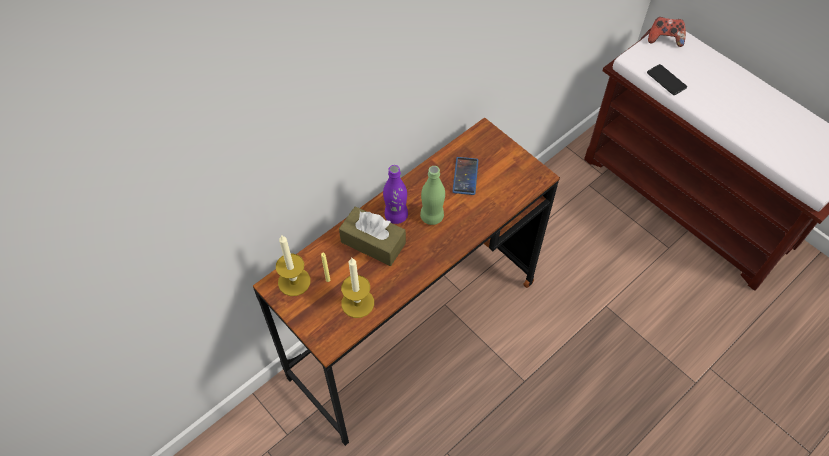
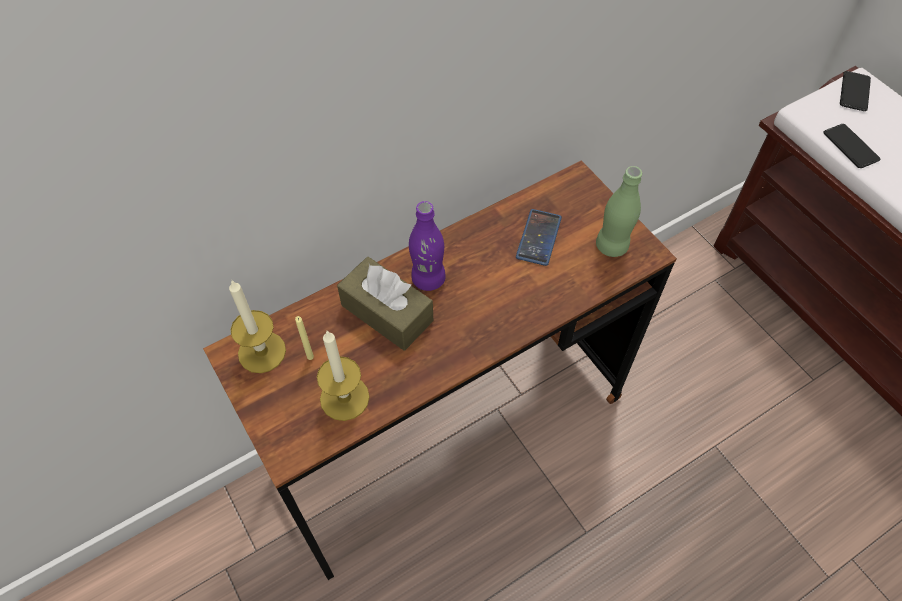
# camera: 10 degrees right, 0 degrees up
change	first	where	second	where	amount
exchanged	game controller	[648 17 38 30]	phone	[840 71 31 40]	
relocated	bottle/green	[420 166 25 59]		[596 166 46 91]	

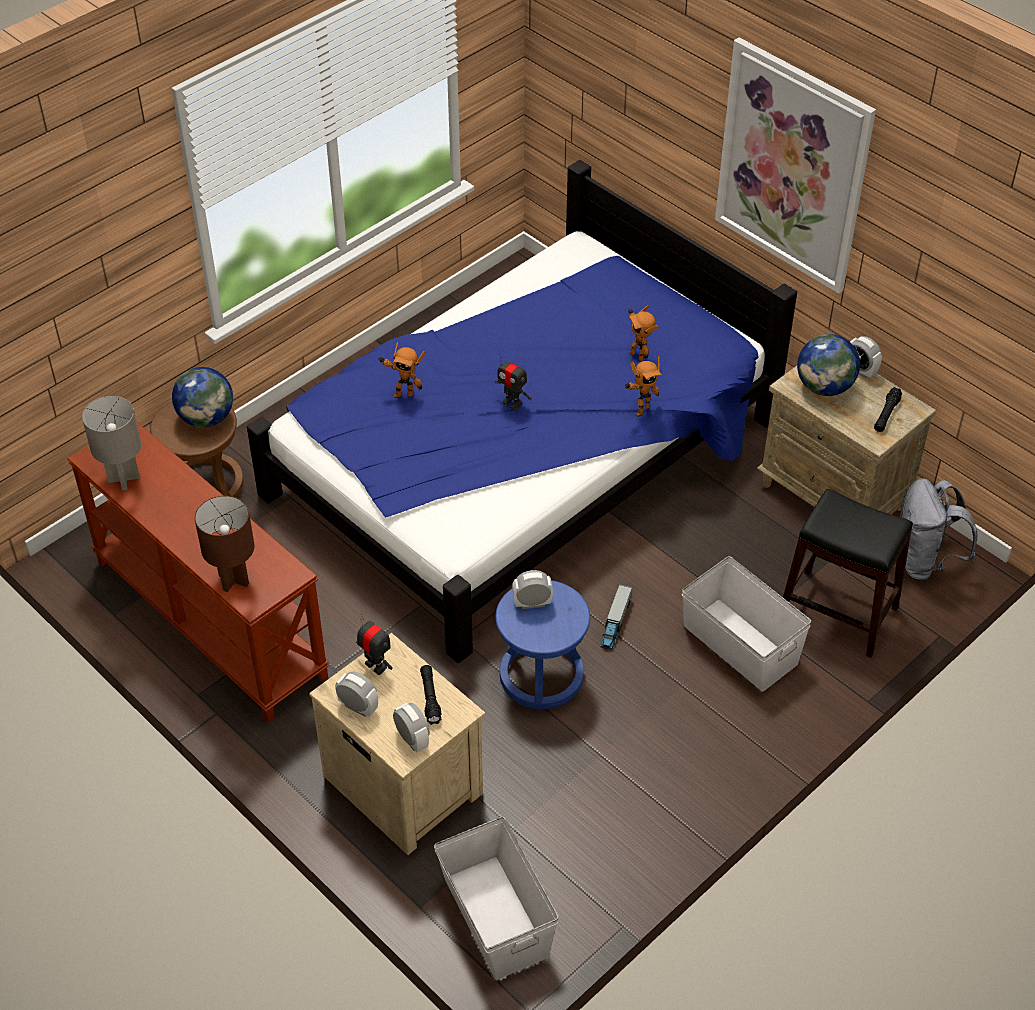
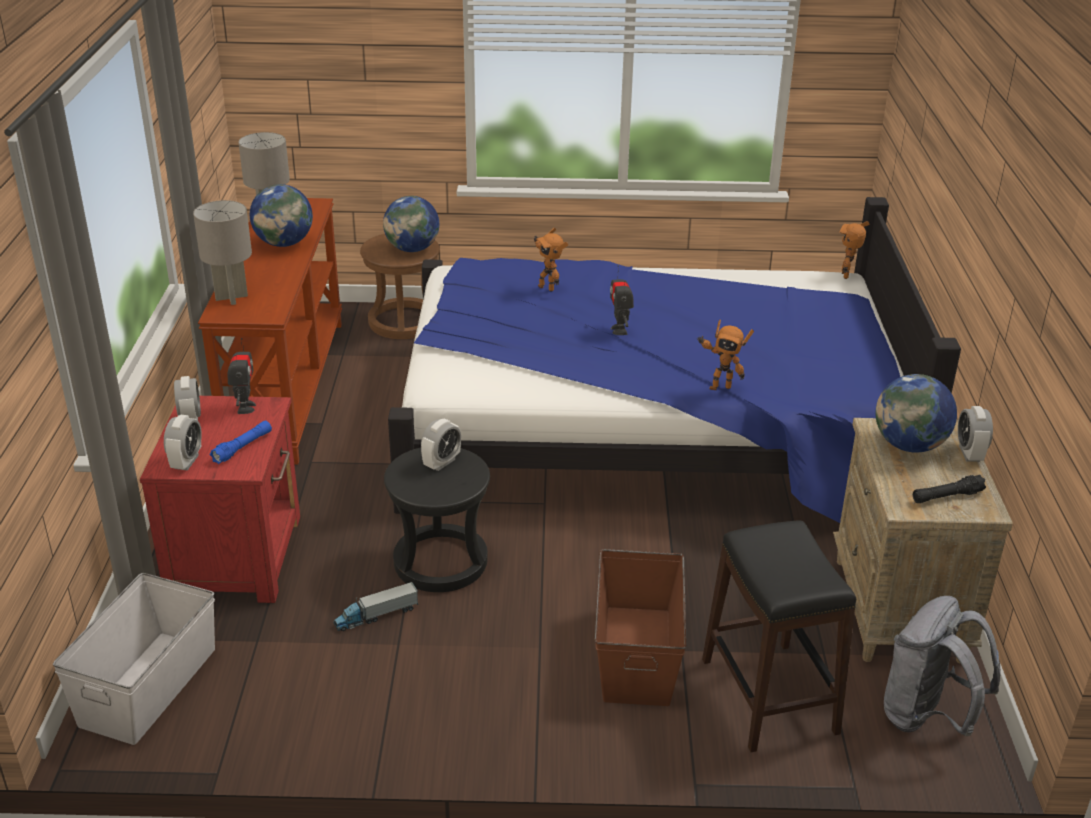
# camera: 45 degrees right, 15 degrees down
change	first	where	second	where	amount
missing	picture	[715 37 161 257]			
relocated	toy robot	[628 305 31 56]		[839 221 31 58]	
colour	table lamp/brown	[195 496 59 96]	table lamp/grey	[193 200 59 105]	
colour	storage box/white	[682 556 129 135]	storage box/brown	[595 549 92 157]	
spun	alarm clock	[512 570 41 39]		[421 419 40 52]	90 degrees clockwise
colour	stool/blue	[495 580 95 129]	stool/black	[384 448 106 144]	
relocated	toy truck	[601 584 31 66]		[333 582 85 49]	
colour	nightstand/beige	[309 633 177 222]	nightstand/red	[140 396 160 207]	
colour	flashlight/black	[420 665 22 60]	flashlight/blue	[209 421 63 43]	
appeared			globe	[250 184 63 63]	

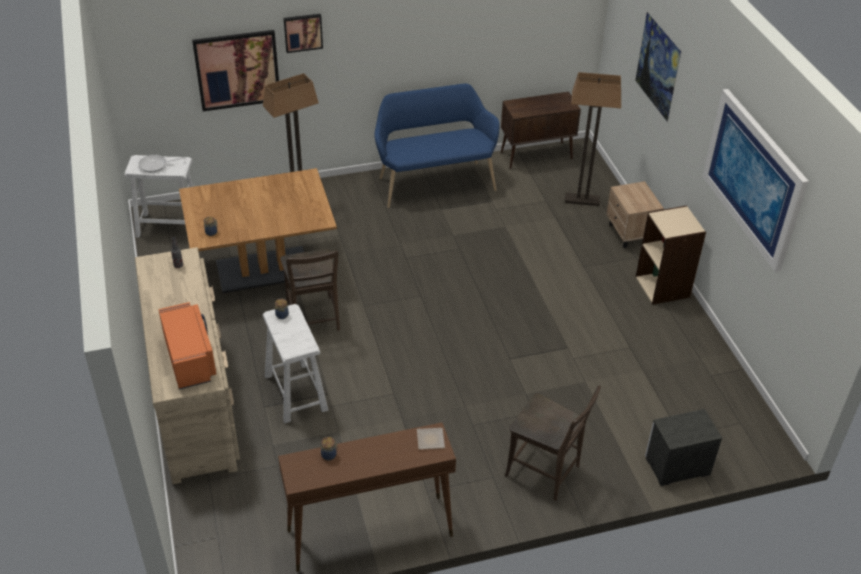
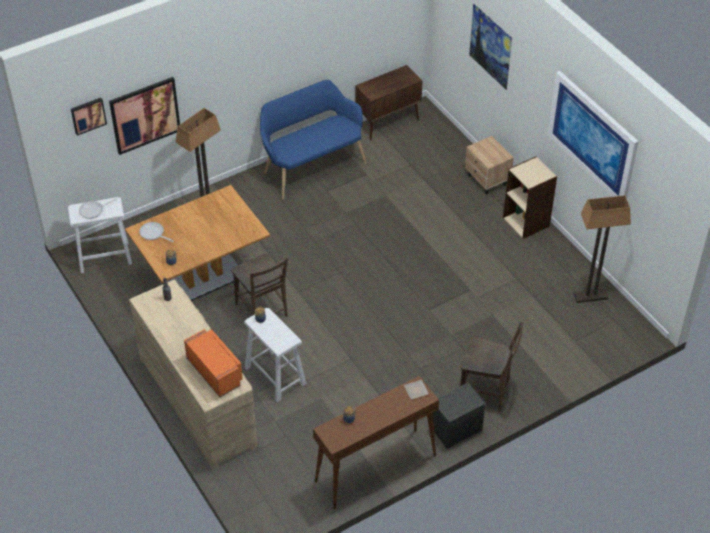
# camera: 15 degrees left, 5 degrees up
change	first	where	second	where	amount
relocated	picture	[284 14 39 39]		[71 98 36 38]	
relocated	floor lamp	[565 72 56 134]		[574 195 57 108]	
relocated	nightstand	[645 409 77 77]		[433 383 53 66]	
appeared			frying pan	[139 222 34 20]	

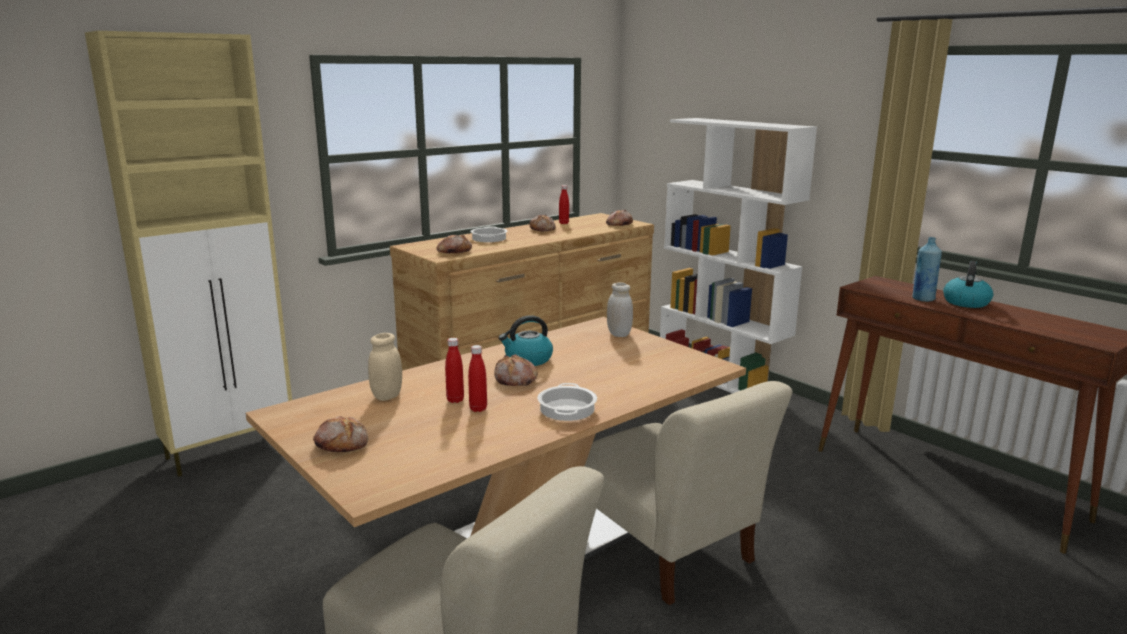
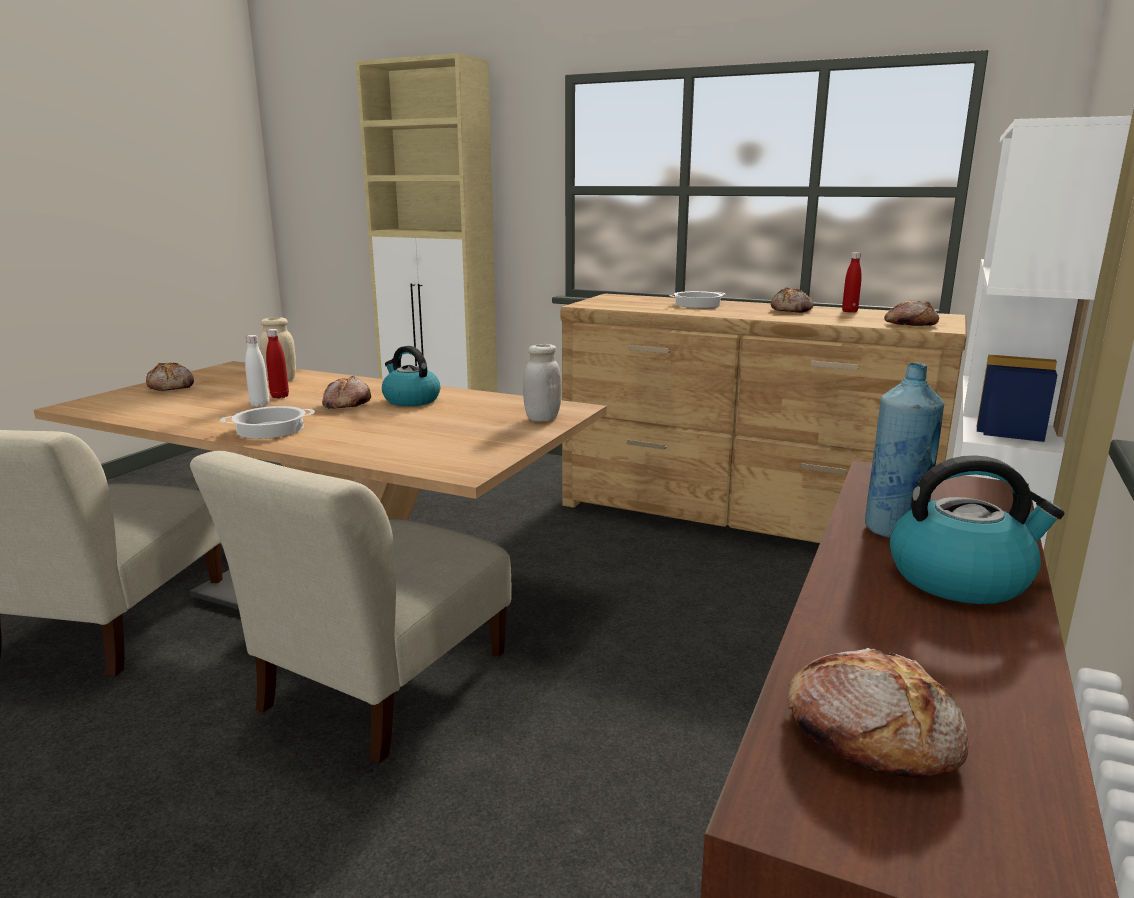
# camera: 65 degrees right, 0 degrees up
change	first	where	second	where	amount
relocated	bread	[437 235 35 19]		[788 648 181 129]	
colour	bottle/red	[468 345 19 67]	bottle/white	[245 335 24 72]	

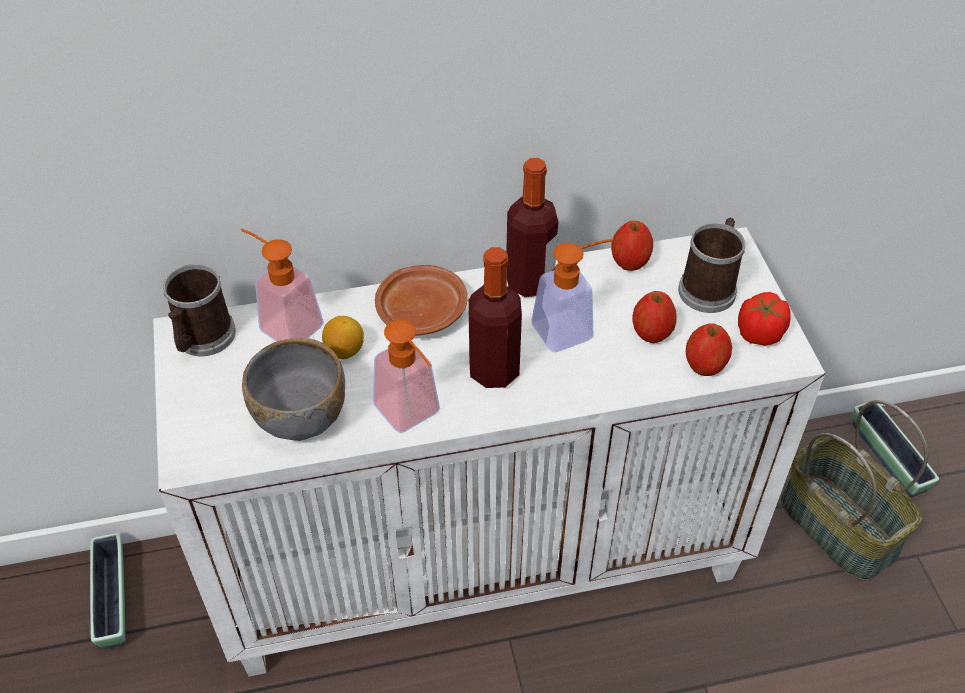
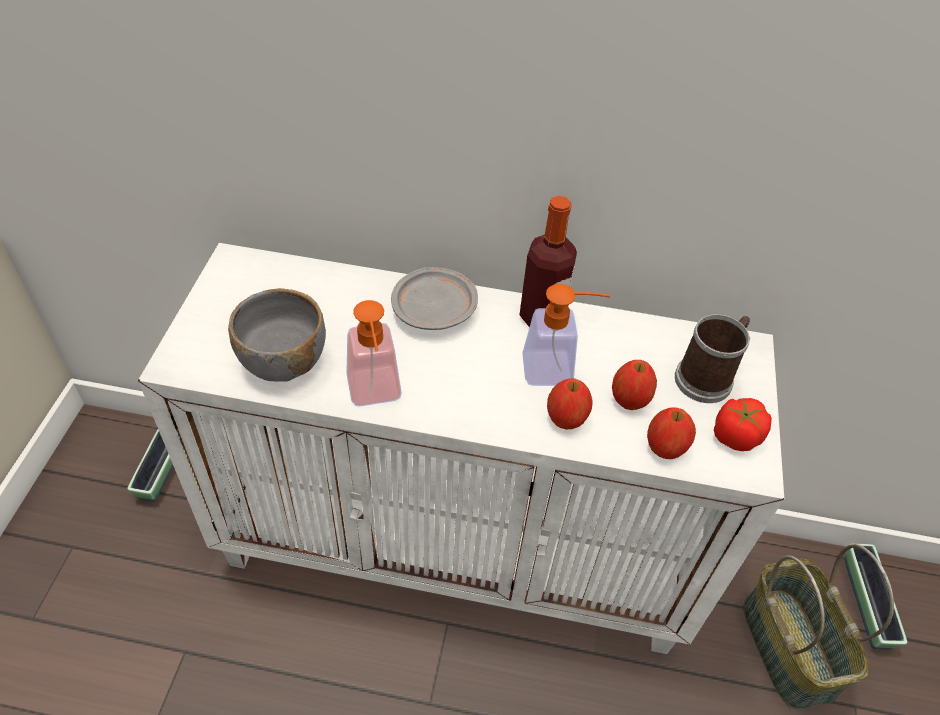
# camera: 20 degrees right, 0 degrees up
change	first	where	second	where	amount
relocated	apple	[611 221 42 50]		[547 378 46 51]	
missing	soap dispenser	[241 229 83 113]			
missing	bottle	[469 247 53 141]			
missing	mug	[163 264 73 92]			
colour	plate/brown	[375 265 93 70]	plate/grey	[391 267 87 63]	
missing	lemon	[322 316 42 43]			

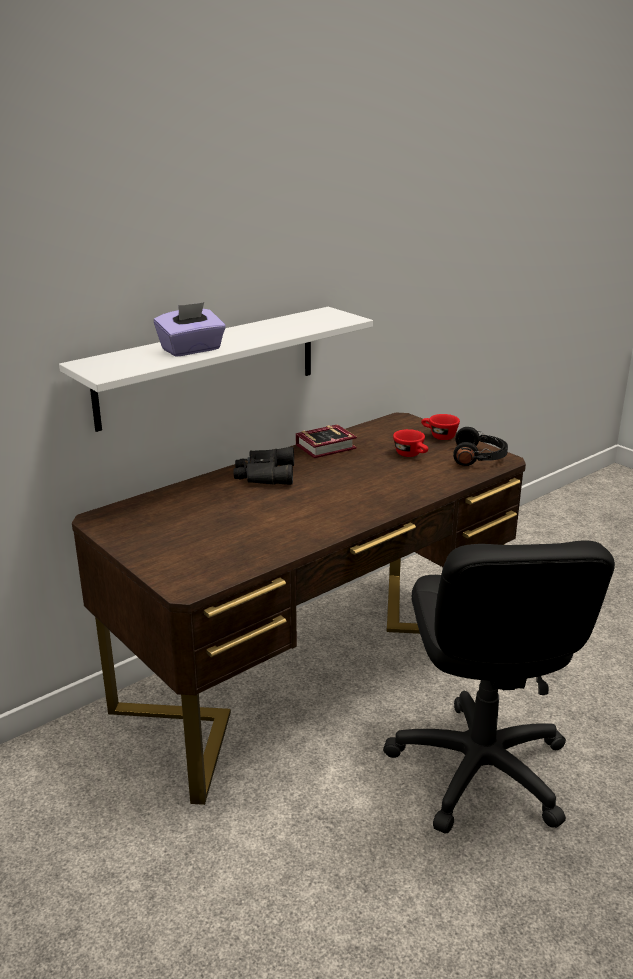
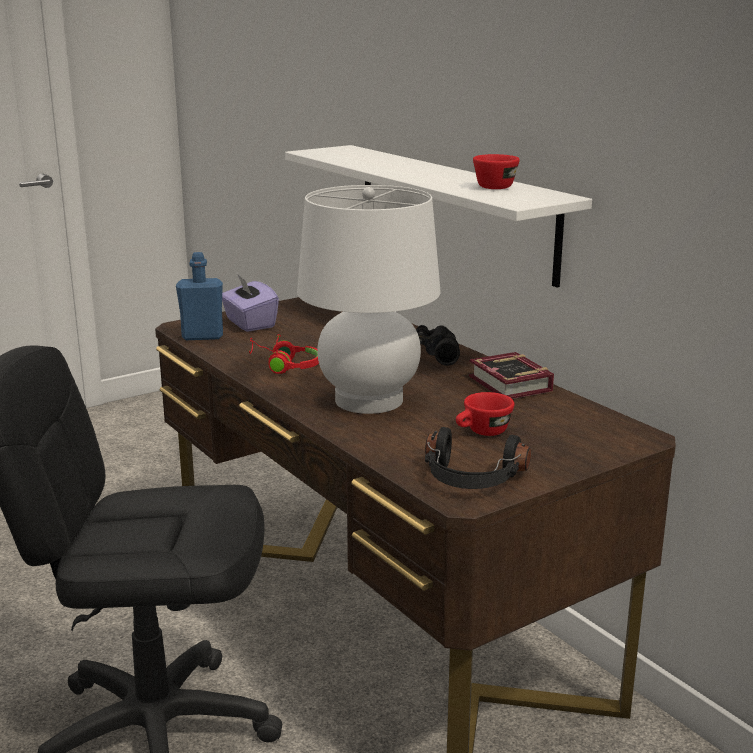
# camera: 95 degrees right, 5 degrees down
change	first	where	second	where	amount
relocated	tissue box/purple	[154 302 72 55]		[222 275 57 57]	
relocated	cup/red	[421 414 39 26]		[473 154 47 35]	
appeared			table lamp/white	[297 185 144 229]	
appeared			bottle/blue	[176 252 47 88]	
appeared			headphones/red	[248 334 71 40]	

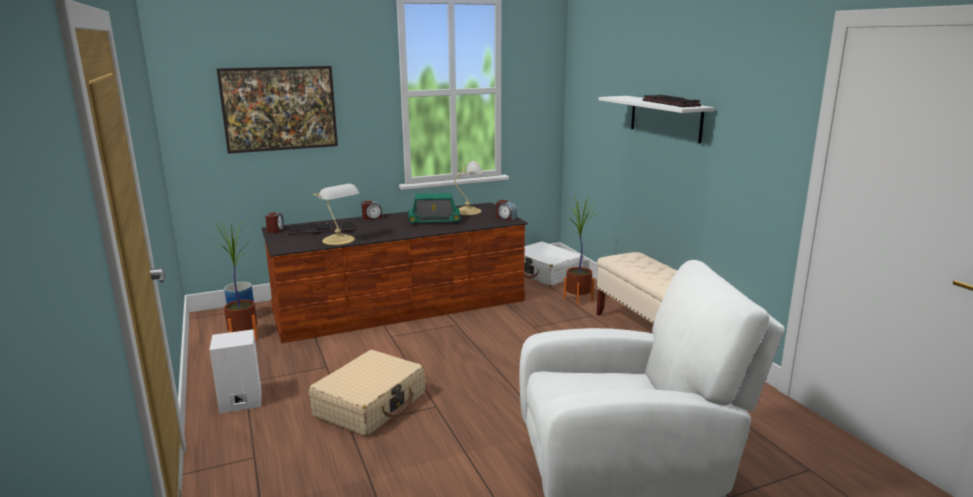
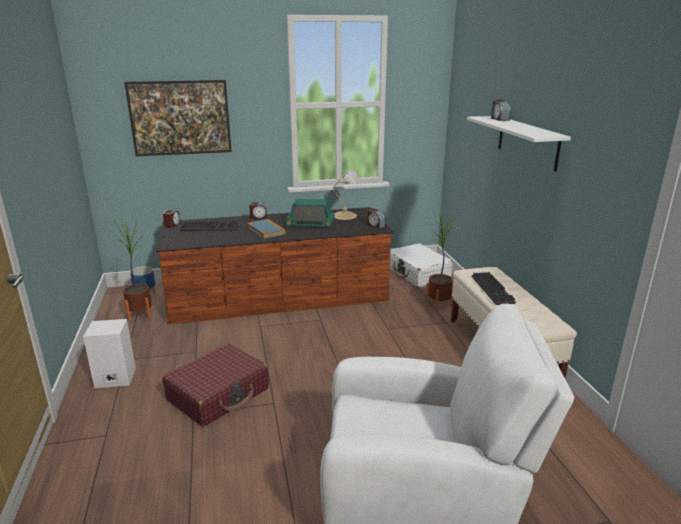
# camera: 10 degrees right, 5 degrees up
change	first	where	second	where	amount
relocated	keyboard	[643 95 58 12]		[472 272 44 33]	
missing	table lamp	[313 184 46 61]			
colour	suitcase/beige	[309 350 116 86]	suitcase/red	[162 344 107 83]	
appeared			alarm clock	[491 100 20 21]	
appeared			book	[247 219 39 20]	

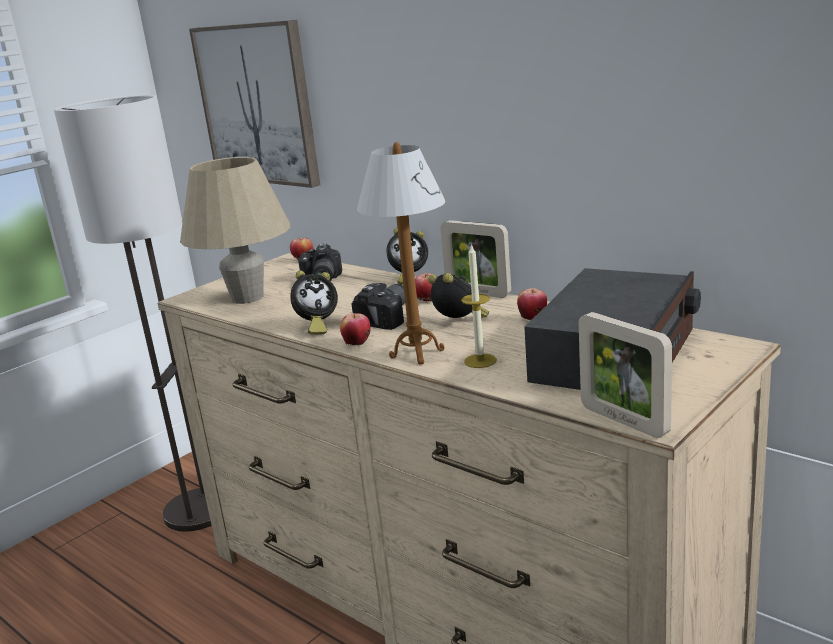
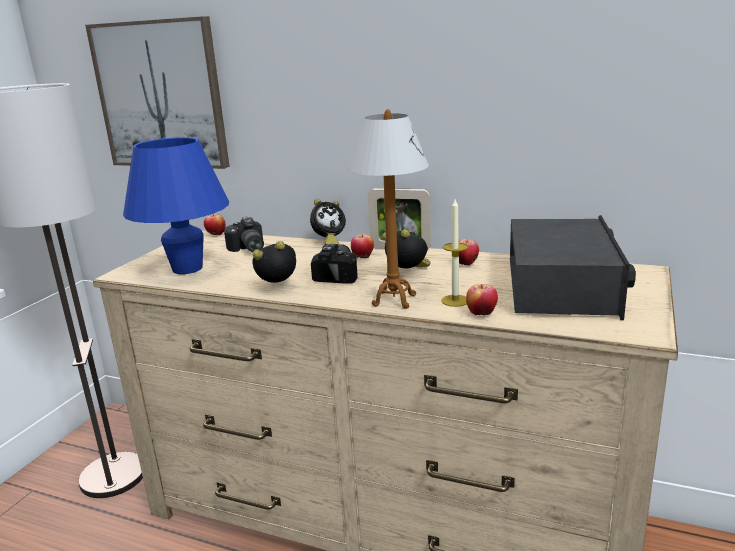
# camera: 20 degrees left, 0 degrees up
change	first	where	second	where	amount
colour	table lamp/beige	[180 157 110 147]	table lamp/blue	[123 137 106 137]	
spun	alarm clock	[290 271 48 63]		[252 241 44 42]	150 degrees counterclockwise
missing	picture frame	[579 312 93 126]			
relocated	apple	[340 313 30 32]		[466 284 32 31]	

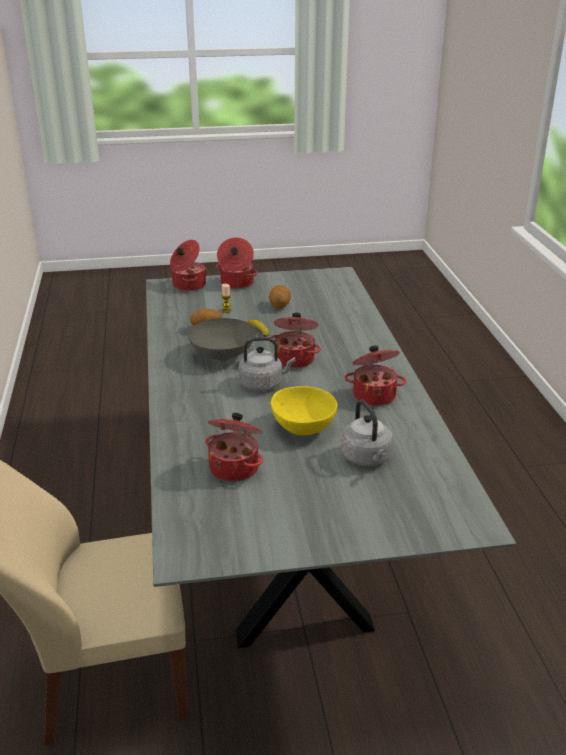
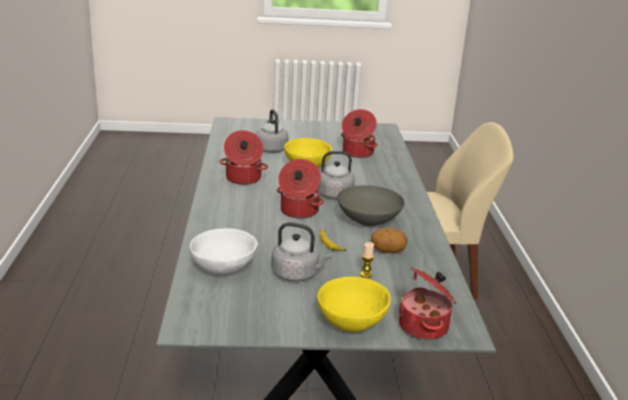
# camera: 175 degrees left, 5 degrees down
change	first	where	second	where	amount
exchanged	cooking pot	[216 238 42 51]	bowl/yellow	[317 277 74 55]	
exchanged	potato	[269 285 22 24]	kettle/grey	[272 222 60 60]	
appeared			bowl/white	[190 228 68 47]	

